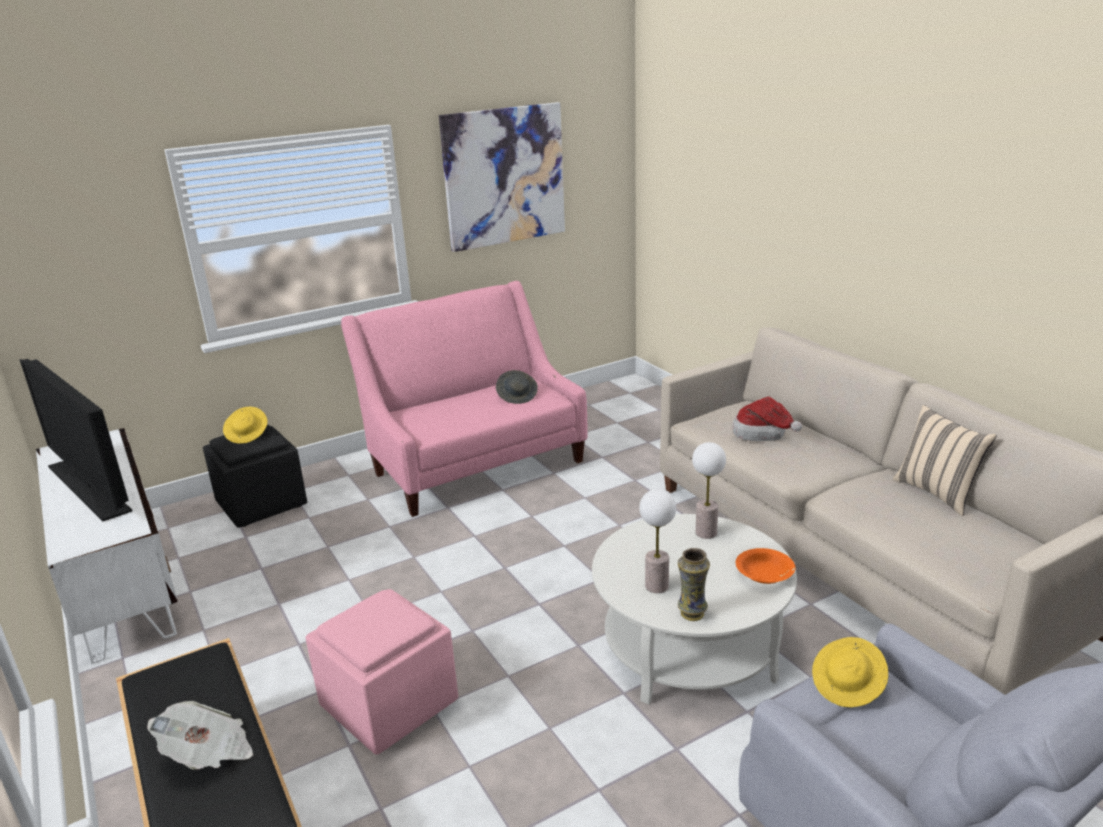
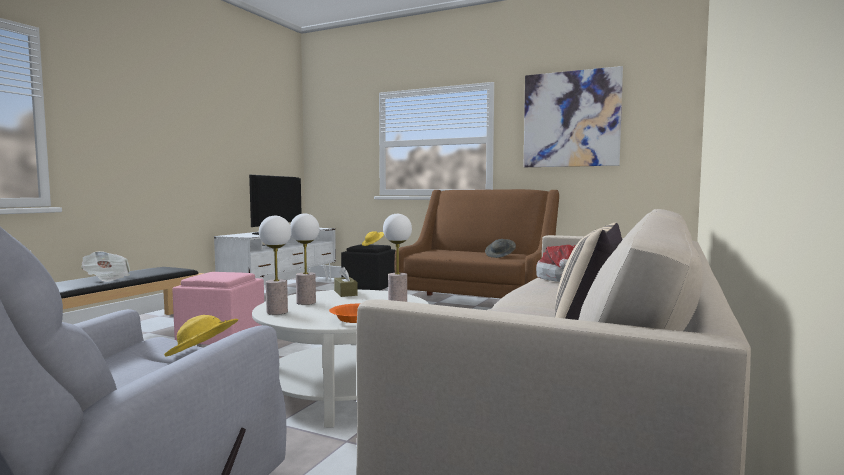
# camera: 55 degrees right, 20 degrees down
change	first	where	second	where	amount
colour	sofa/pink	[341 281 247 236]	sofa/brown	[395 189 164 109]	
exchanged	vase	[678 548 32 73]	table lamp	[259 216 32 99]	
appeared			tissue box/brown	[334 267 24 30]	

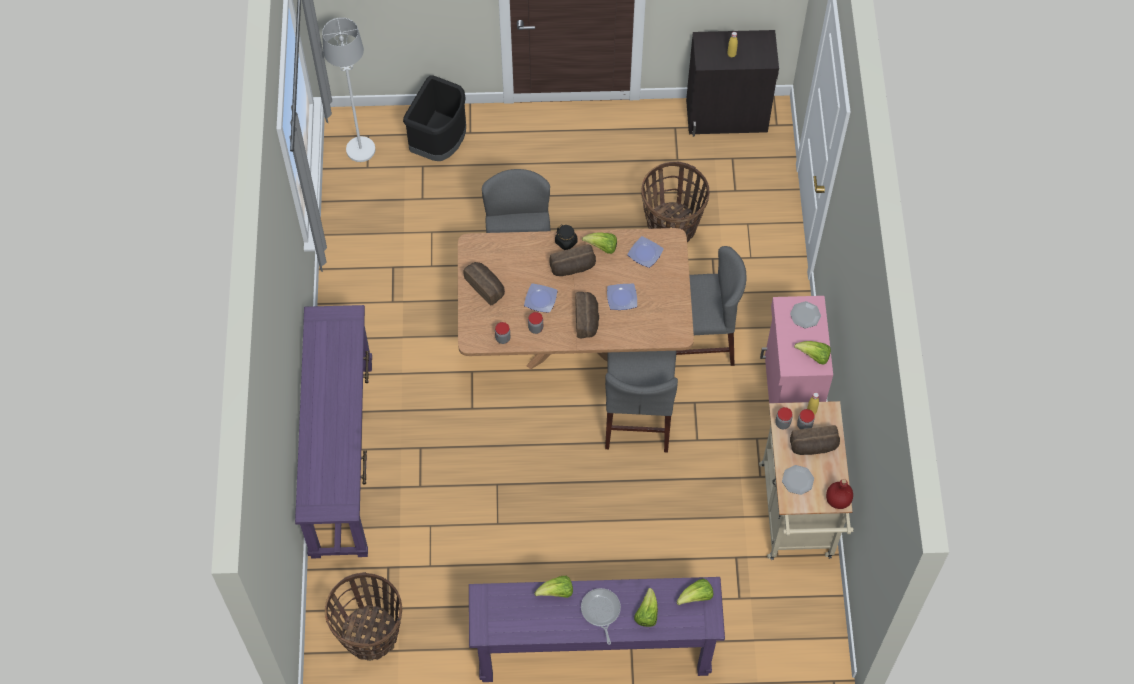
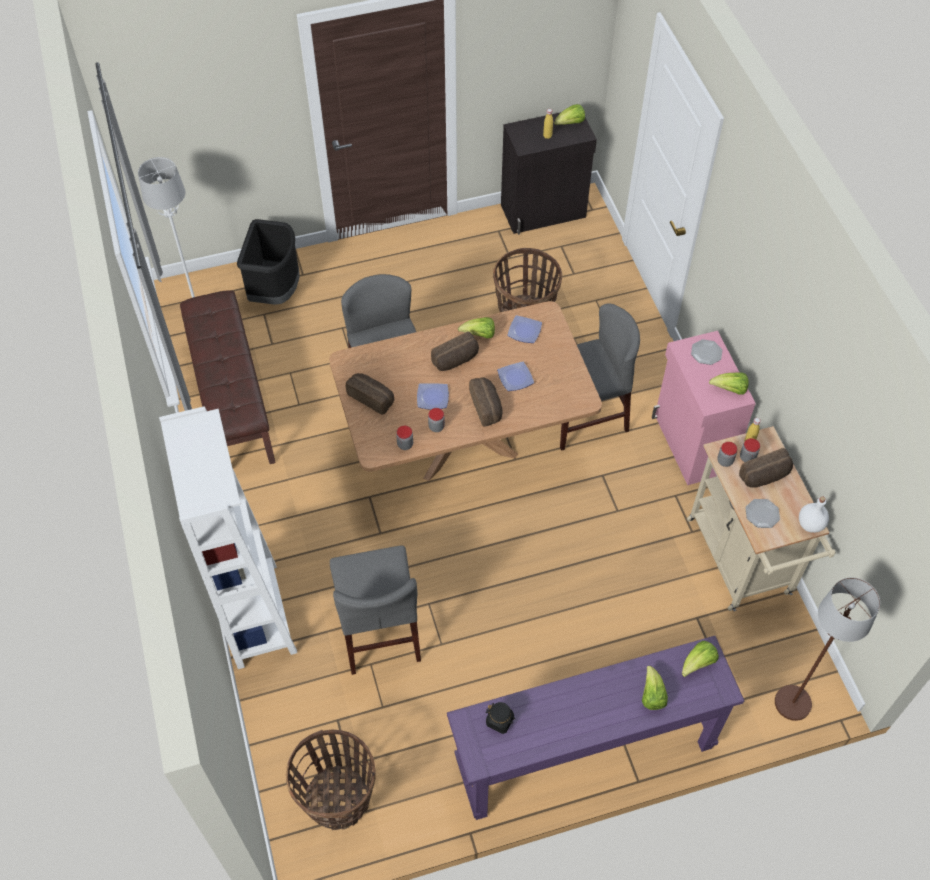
# camera: 15 degrees left, 5 degrees down
change	first	where	second	where	amount
relocated	jar/black	[555 224 22 26]		[486 702 29 32]	
exchanged	console table/purple	[295 305 77 253]	bookcase/white	[159 406 138 263]	
relocated	chair/grey	[605 351 73 101]		[330 546 91 129]	
colour	bottle/red	[826 479 27 30]	bottle/white	[799 496 30 37]	
relocated	lettuce	[535 576 38 22]		[554 104 31 21]	
missing	frying pan	[581 588 40 57]			
appeared			bench/brown	[180 291 96 173]	
appeared			floor lamp/brown	[775 577 105 144]	

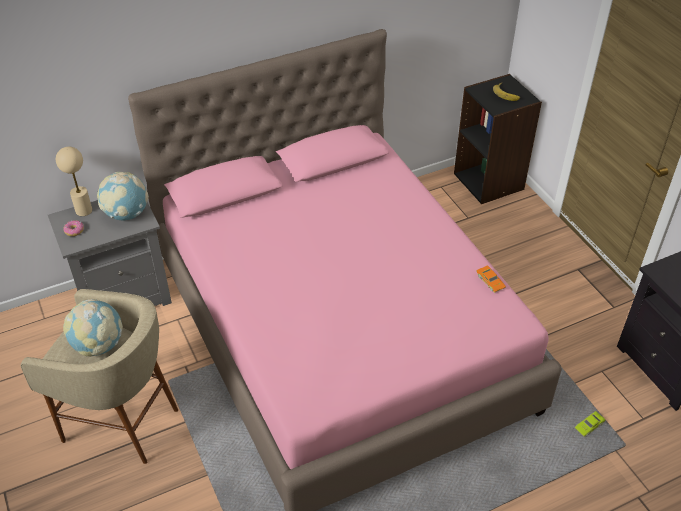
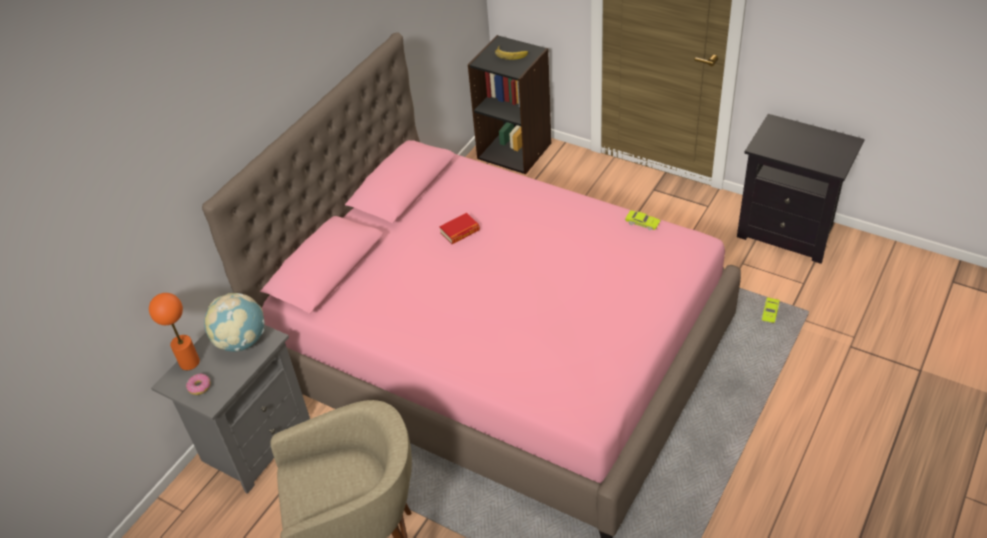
# camera: 30 degrees left, 0 degrees up
change	first	where	second	where	amount
colour	table lamp/beige	[56 147 36 69]	table lamp/orange	[149 293 51 77]	
colour	toy car/orange	[476 266 30 26]	toy car/green	[625 210 36 20]	
missing	globe	[63 299 60 58]			
appeared			book	[439 213 41 31]	

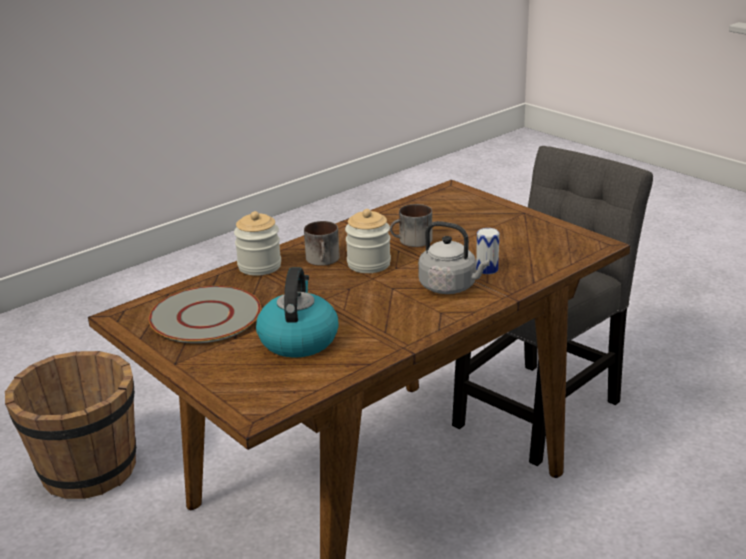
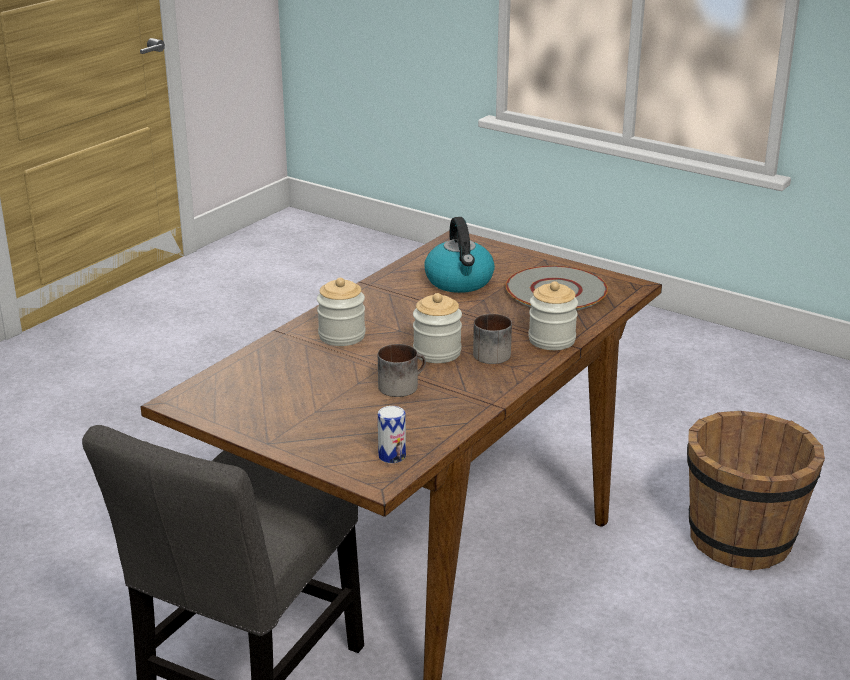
# camera: 165 degrees right, 0 degrees up
change	first	where	second	where	amount
exchanged	kettle/grey	[418 221 72 73]	jar	[317 278 48 68]	
relocated	can	[476 228 23 46]		[378 406 28 57]	

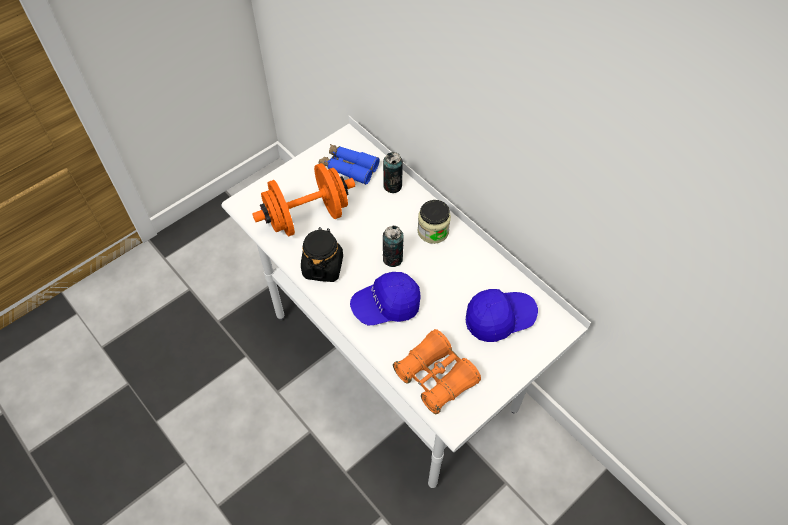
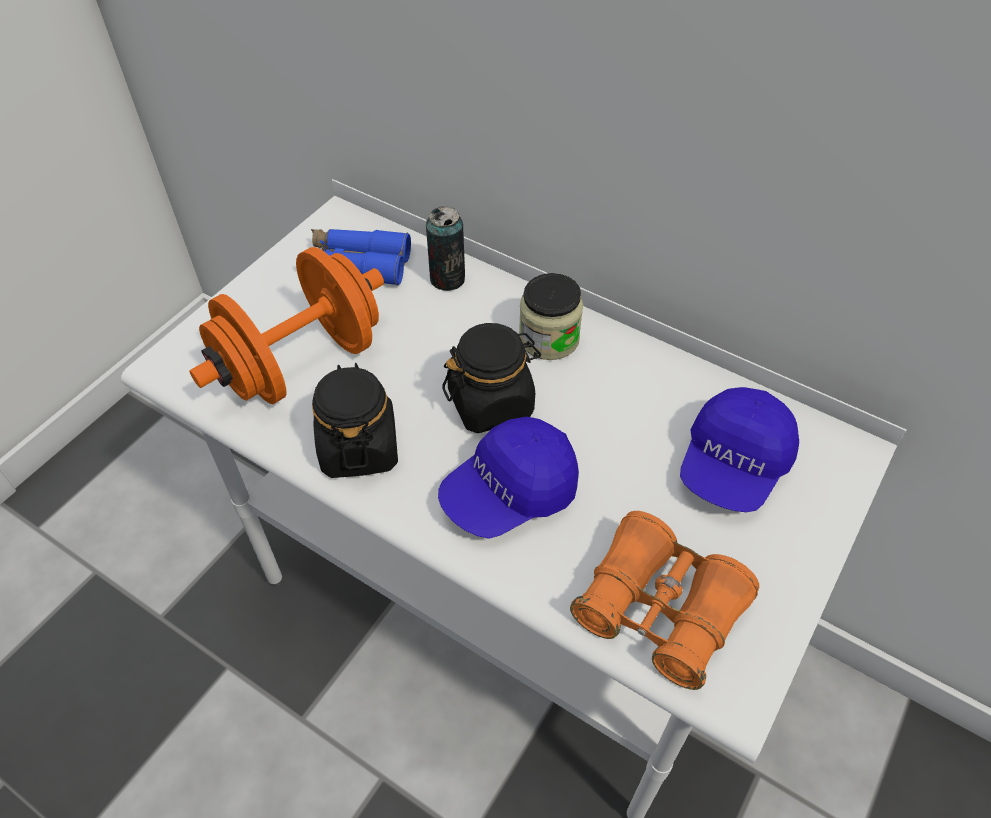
# camera: 15 degrees left, 5 degrees down
change	first	where	second	where	amount
exchanged	can	[383 226 21 41]	jar/black	[442 323 99 110]	
spun	cap/blue	[465 289 73 53]		[680 387 119 125]	150 degrees clockwise

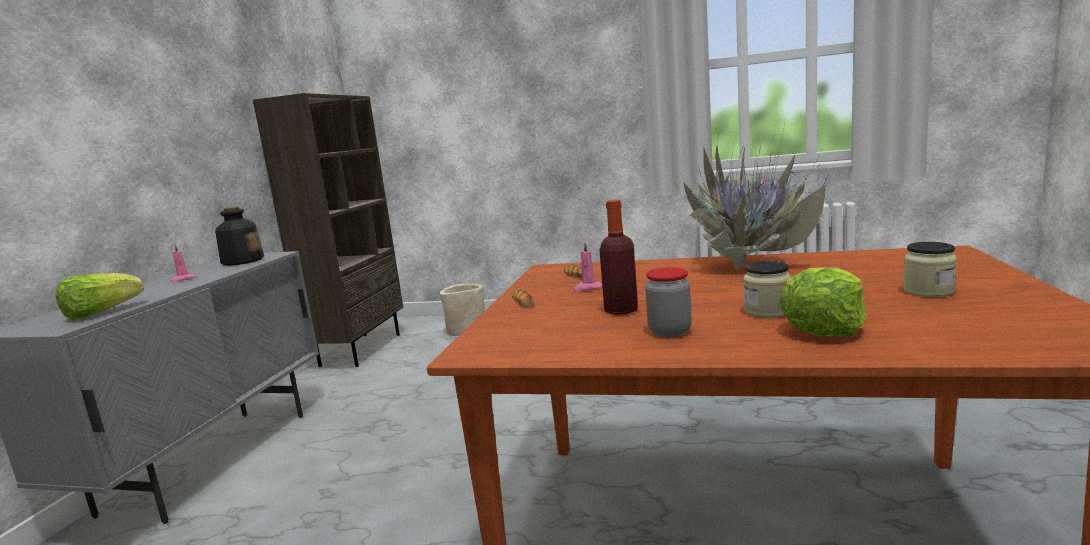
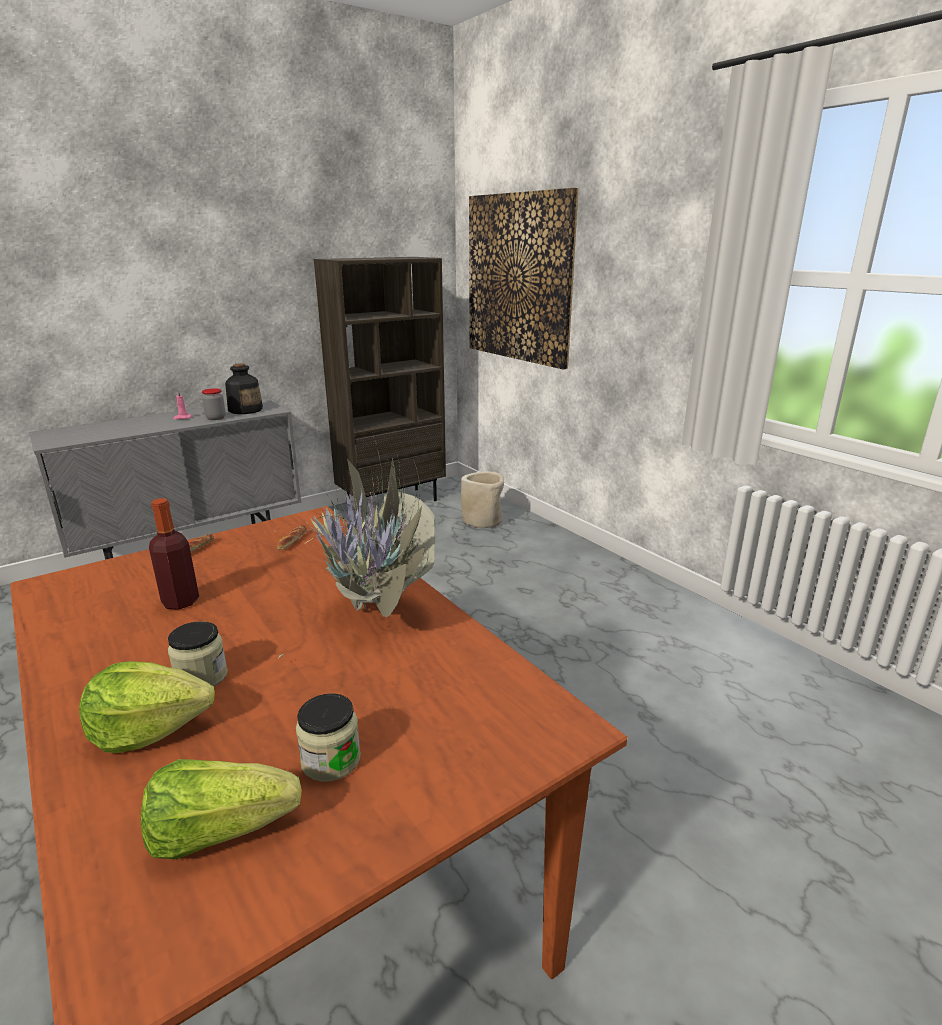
# camera: 40 degrees right, 10 degrees up
change	first	where	second	where	amount
missing	candle/pink	[573 242 29 49]			
relocated	jar	[645 267 47 70]		[202 388 24 32]	
relocated	lettuce	[56 273 88 47]		[141 759 161 100]	
appeared			picture	[469 188 109 181]	

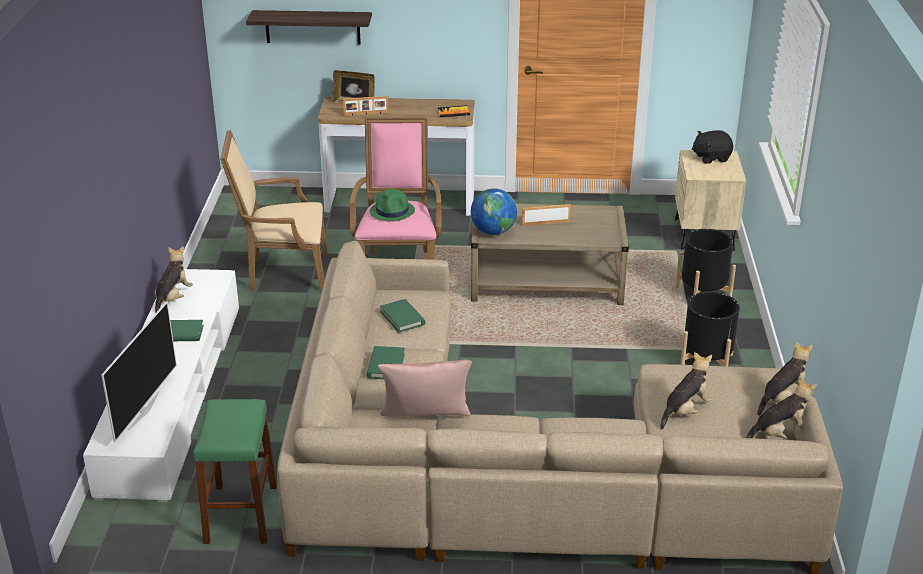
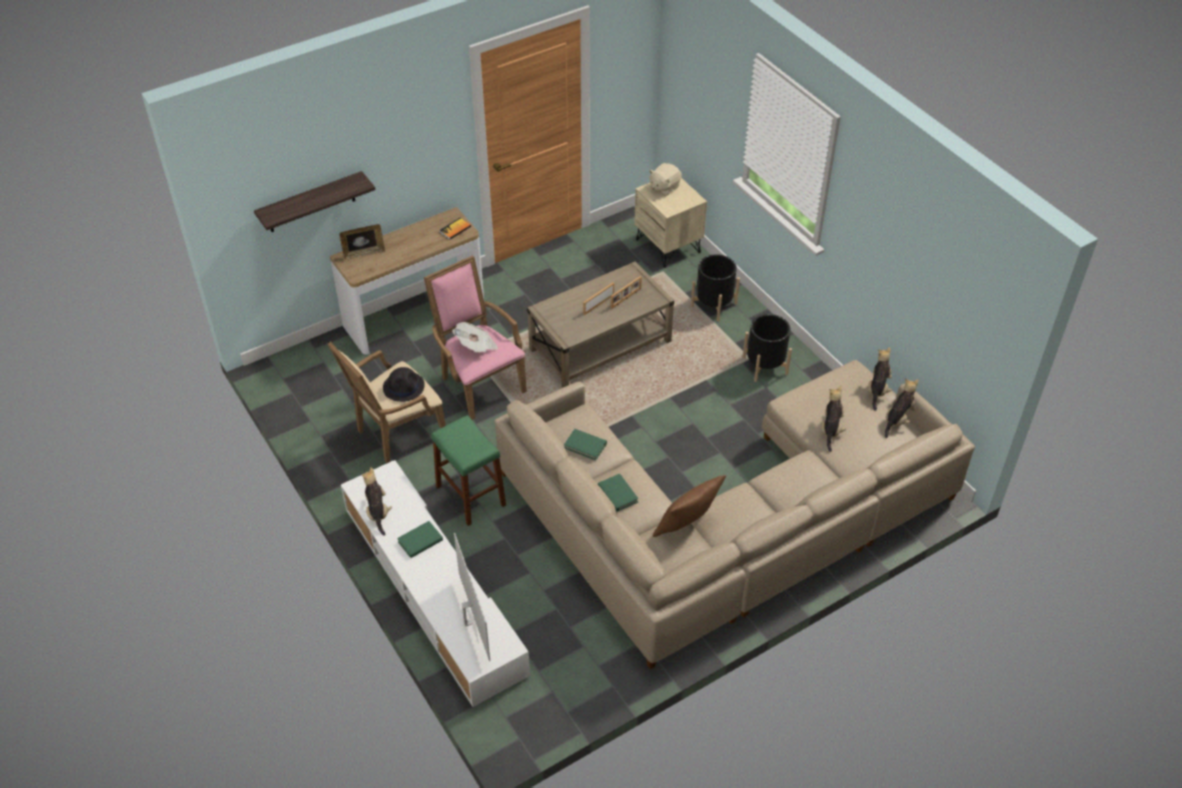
# camera: 35 degrees left, 15 degrees up
change	first	where	second	where	amount
relocated	picture frame	[343 96 46 20]		[611 276 31 33]	
colour	plush toy/black	[692 130 41 34]	plush toy/beige	[649 163 33 33]	
missing	globe	[471 188 46 47]			
exchanged	hat/green	[370 189 45 33]	newspaper	[452 322 46 31]	
colour	pillow/pink	[377 360 95 56]	pillow/brown	[653 475 73 62]	
relocated	stool/green	[194 399 83 145]		[431 415 75 111]	
appeared			hat/black	[383 367 42 35]	

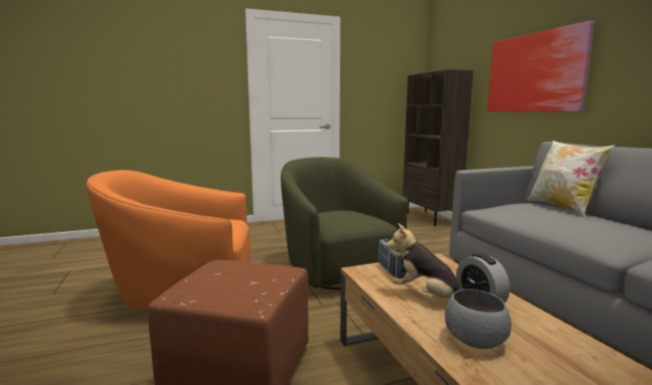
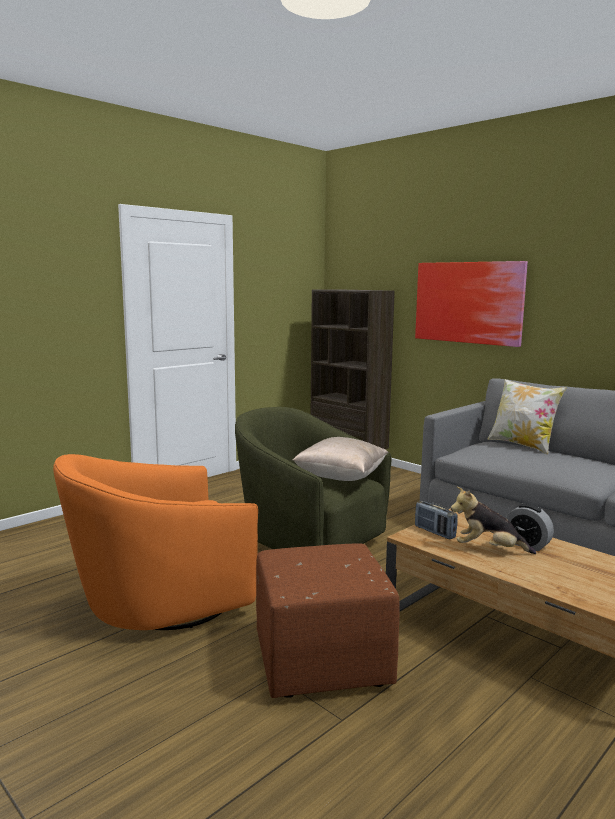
# camera: 25 degrees left, 0 degrees up
change	first	where	second	where	amount
missing	bowl/grey	[445 289 67 60]			
appeared			pillow/beige	[292 437 96 44]	

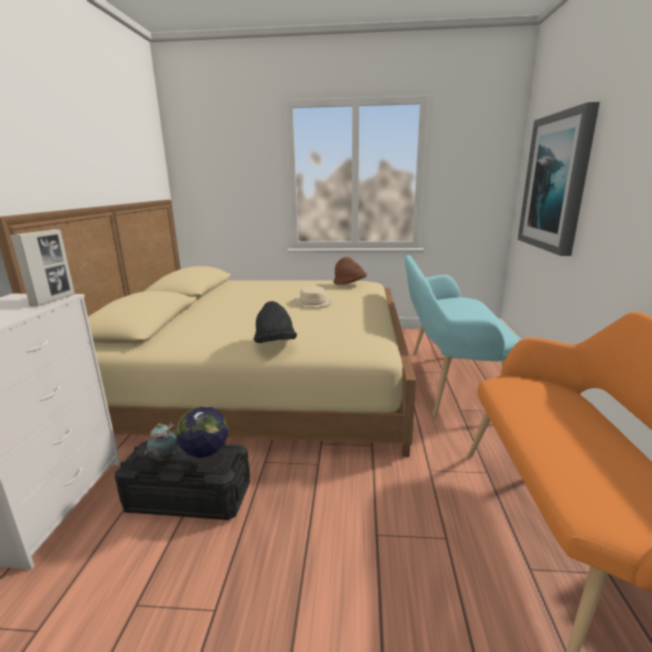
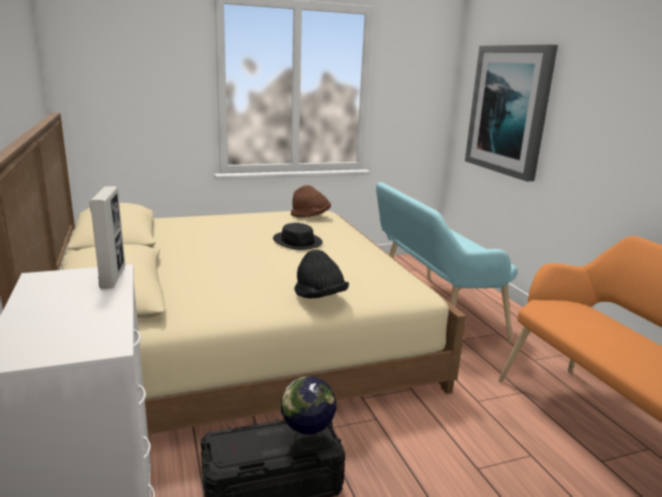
# camera: 25 degrees left, 0 degrees up
change	first	where	second	where	amount
colour	hat/beige	[293 286 40 22]	hat/black	[273 223 50 27]	
missing	teapot	[145 423 33 38]			

